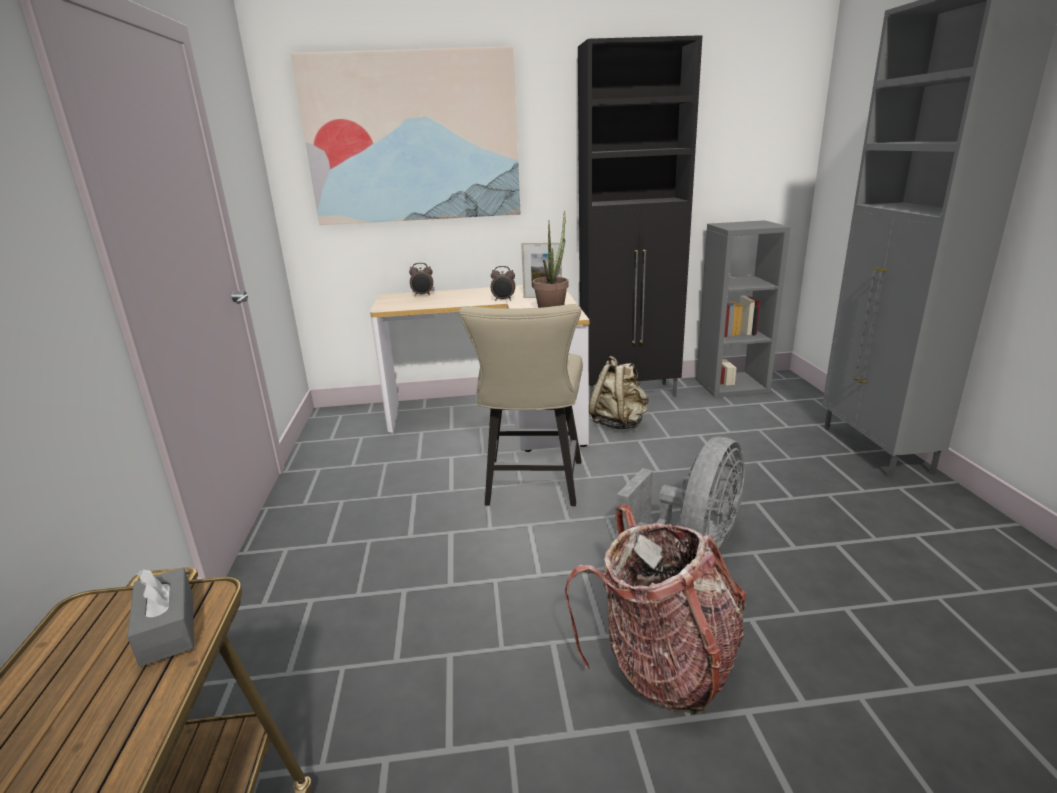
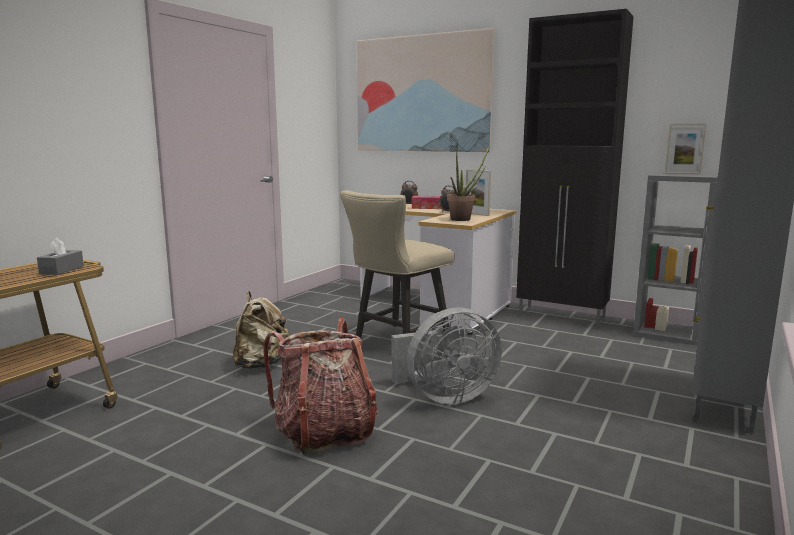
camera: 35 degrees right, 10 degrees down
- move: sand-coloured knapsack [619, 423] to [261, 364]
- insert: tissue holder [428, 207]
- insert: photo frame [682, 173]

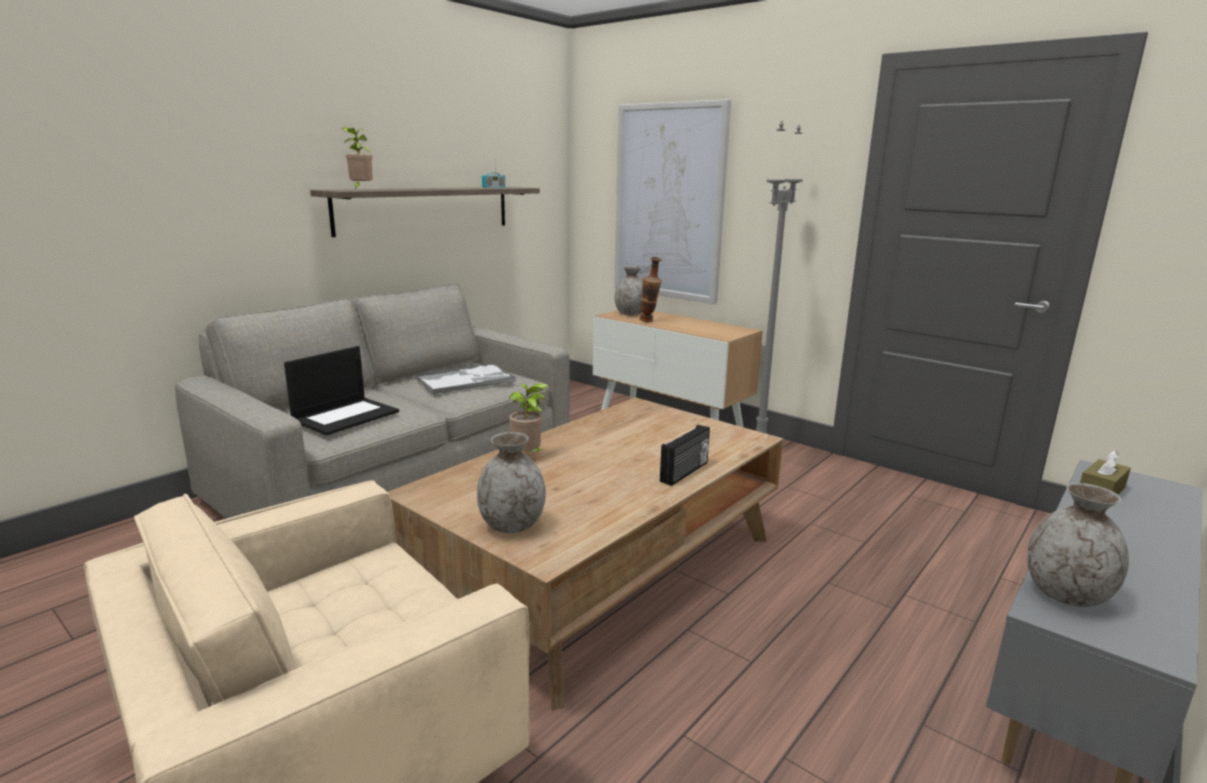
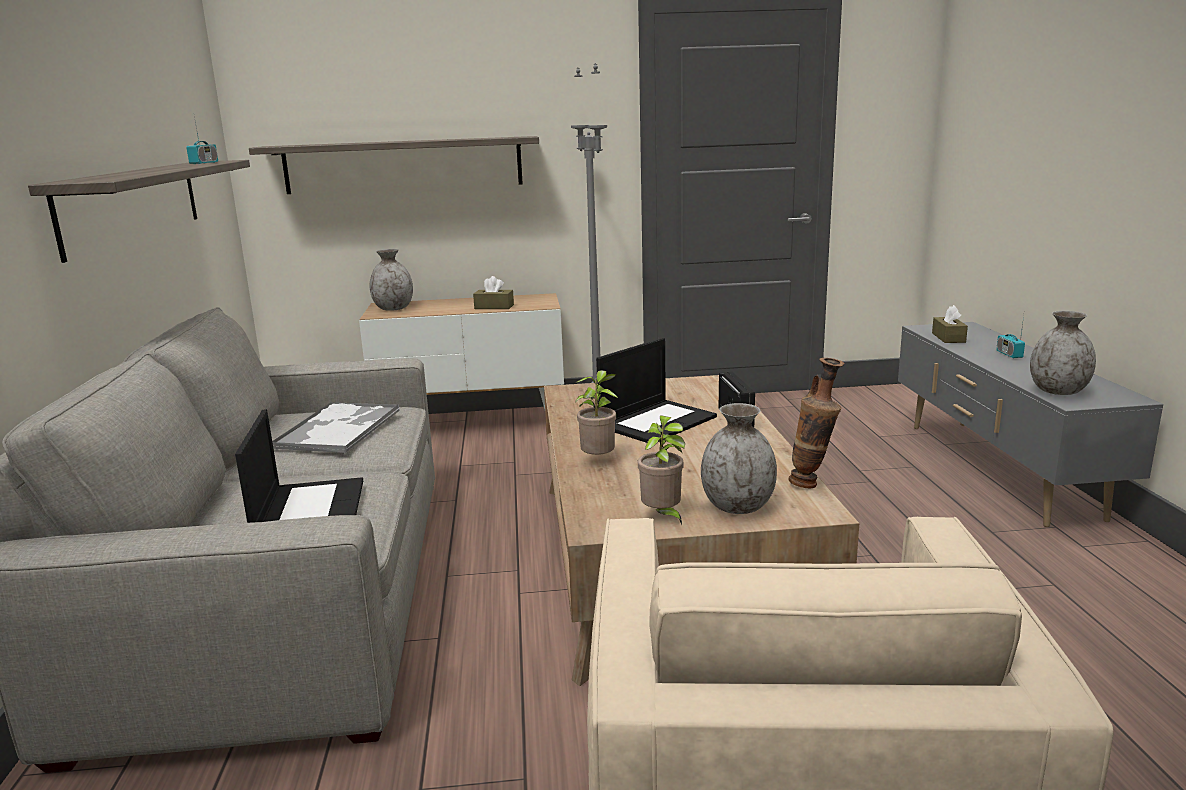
camera: 45 degrees left, 0 degrees up
- move: houseplant [360, 189] to [662, 516]
- replace: wall art [668, 202] to bracket shelf [403, 165]
- move: flower vase [649, 321] to [812, 485]
- insert: brown tissue holder [494, 307]
- insert: notebook computer [657, 421]
- insert: radio set [1009, 354]

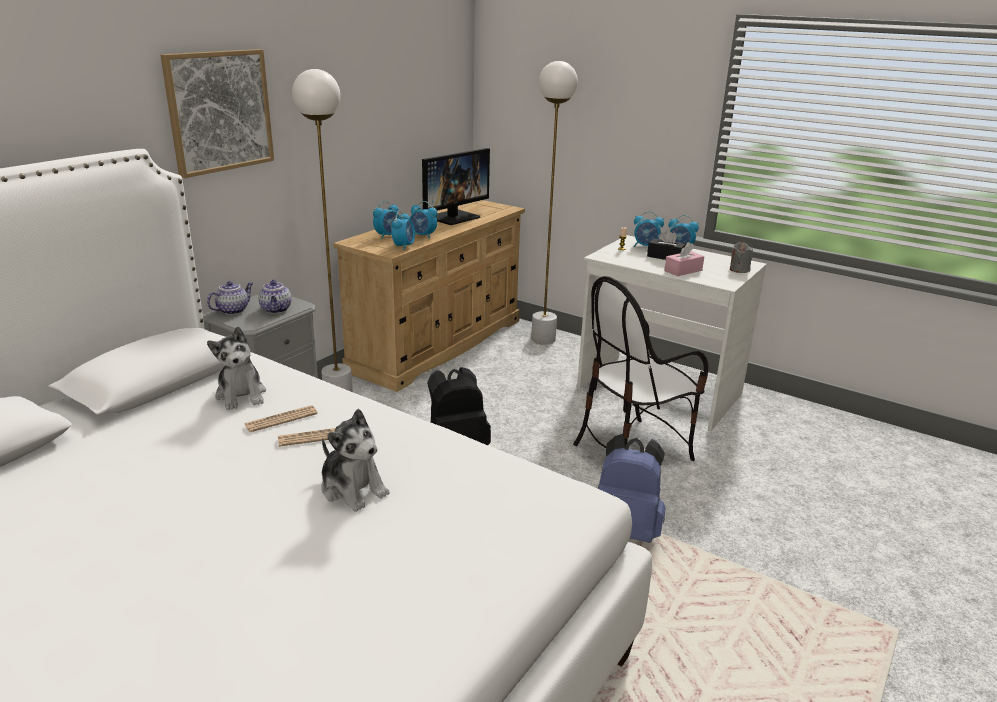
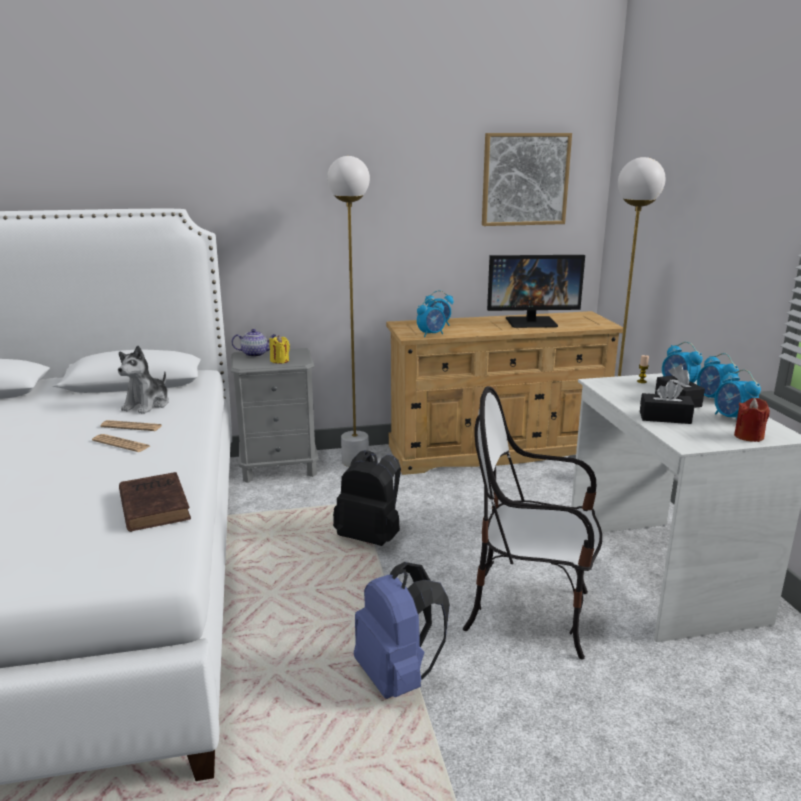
camera: 45 degrees right, 5 degrees down
- move: wall art [219, 111] to [525, 179]
- replace: pot for tea [276, 310] to yellow-coloured candle [280, 361]
- delete: plush toy [353, 489]
- move: table clock [423, 236] to [732, 419]
- recolor: pink-coloured tissue holder [683, 270] to black-coloured tissue holder [665, 417]
- recolor: grey candle [739, 270] to reddish candle [748, 436]
- insert: brown bound book [154, 505]

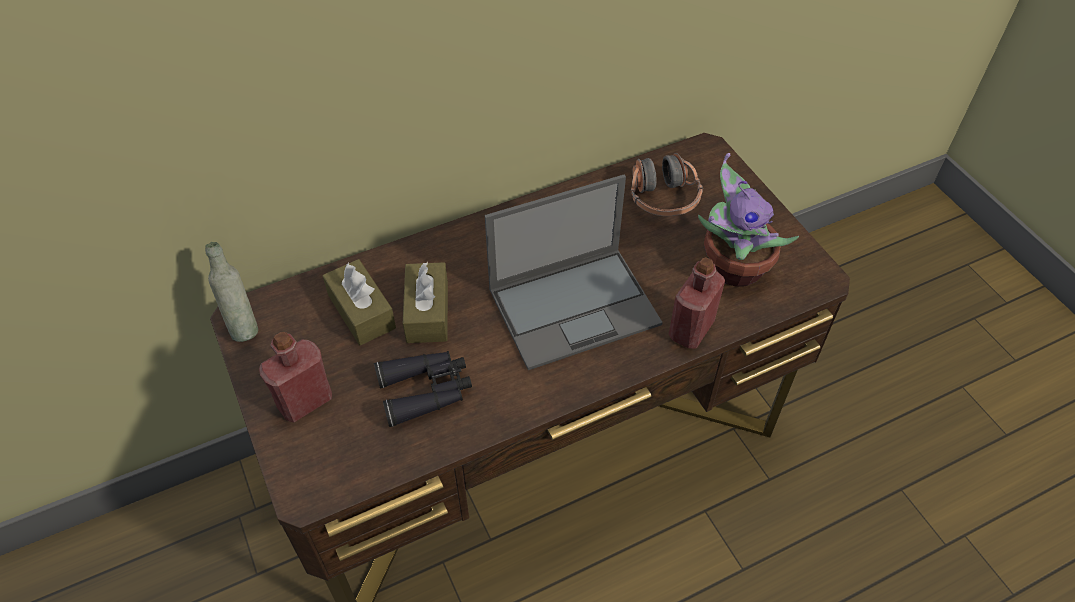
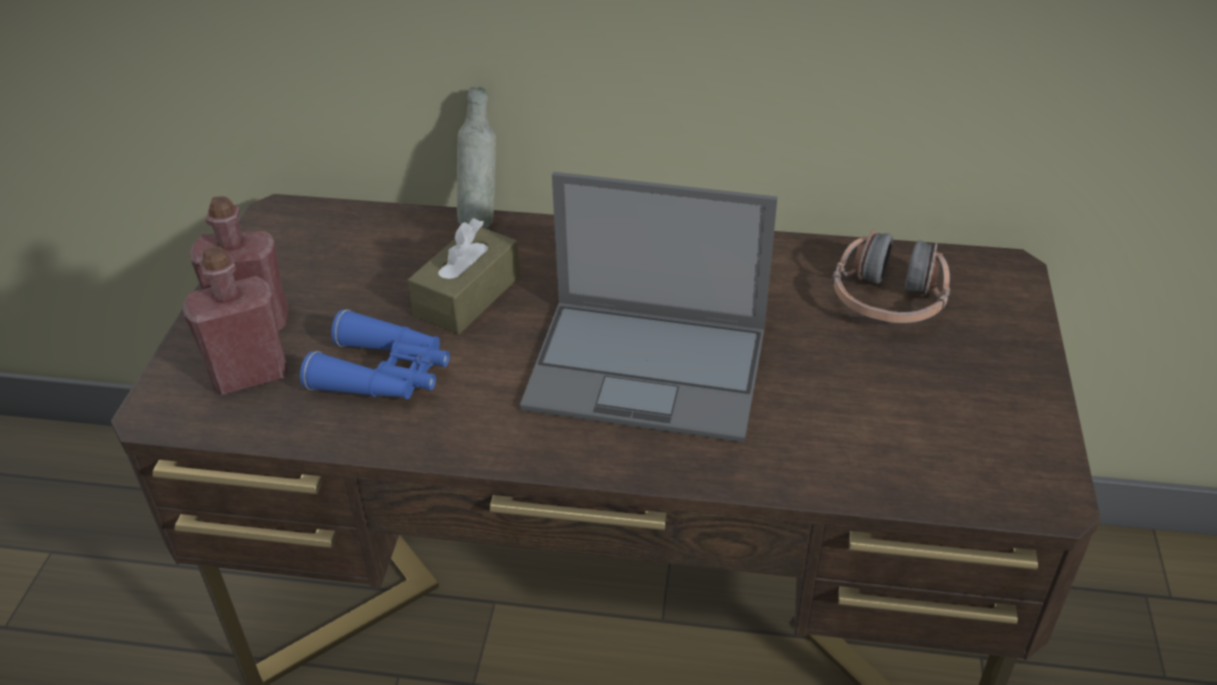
camera: 35 degrees right, 10 degrees down
- move: grey bottle [243, 326] to [481, 218]
- delete: brown tissue holder [361, 311]
- recolor: black-coloured binoculars [426, 391] to blue-coloured binoculars [384, 374]
- move: reddish bottle [691, 329] to [250, 375]
- delete: houseplant [732, 267]

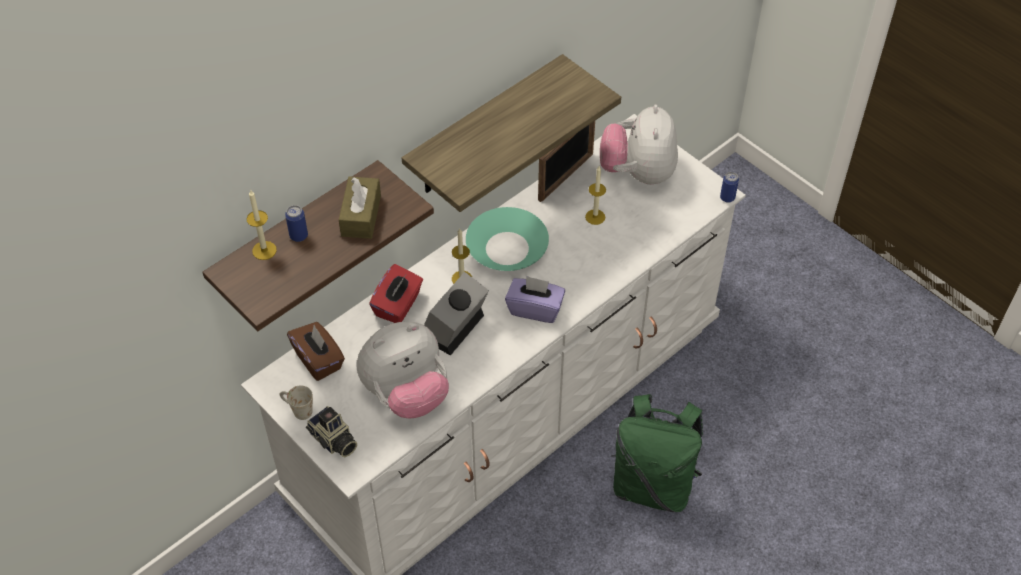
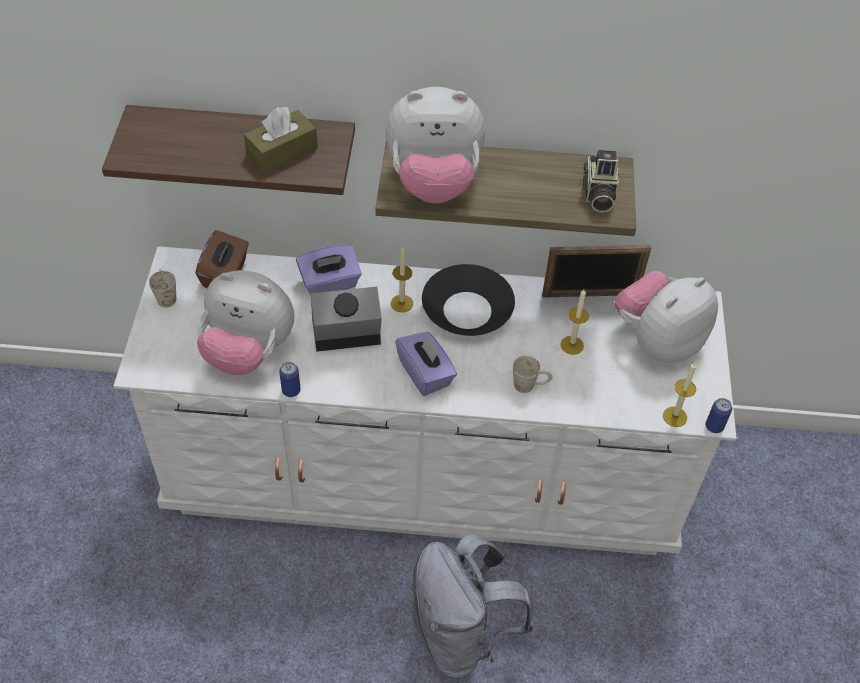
camera: 45 degrees right, 0 degrees up
- move: candle [264, 250] to [675, 417]
- move: metal can [298, 236] to [291, 390]
- move: still camera [333, 441] to [597, 194]
- recolor: reddish tissue holder [398, 305] to purplish tissue holder [330, 283]
- recolor: blue-green deep dish [507, 248] to black-coloured deep dish [467, 310]
- recolor: greenish knapsack [653, 484] to grey knapsack [461, 634]
- insert: plush toy [434, 183]
- insert: white coffee mug [530, 385]

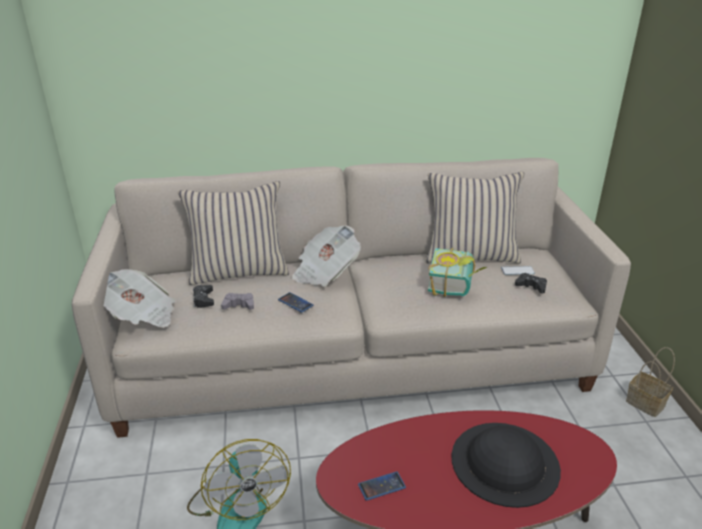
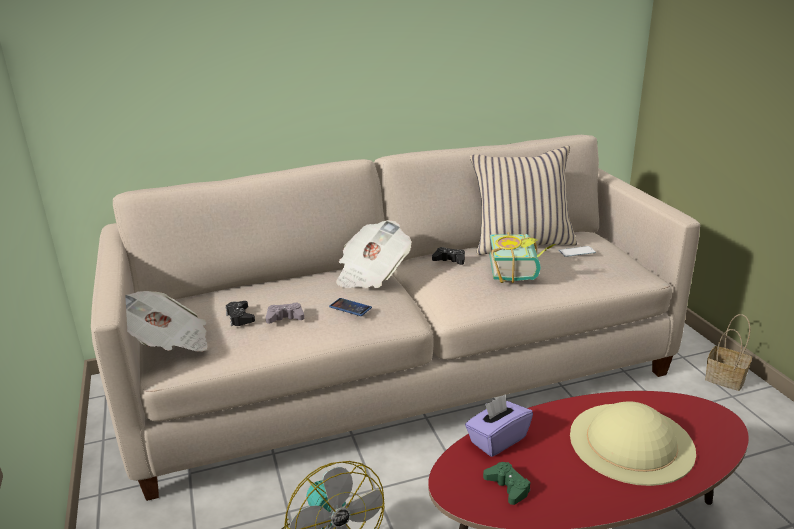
camera: 10 degrees left, 5 degrees down
- delete: sand-coloured throw pillow [238, 272]
- replace: handset [381, 486] to greenish game controller [508, 487]
- recolor: black-coloured wearable hat [505, 462] to sand-coloured wearable hat [631, 442]
- move: black-coloured game controller [531, 286] to [449, 260]
- insert: purplish tissue holder [497, 440]

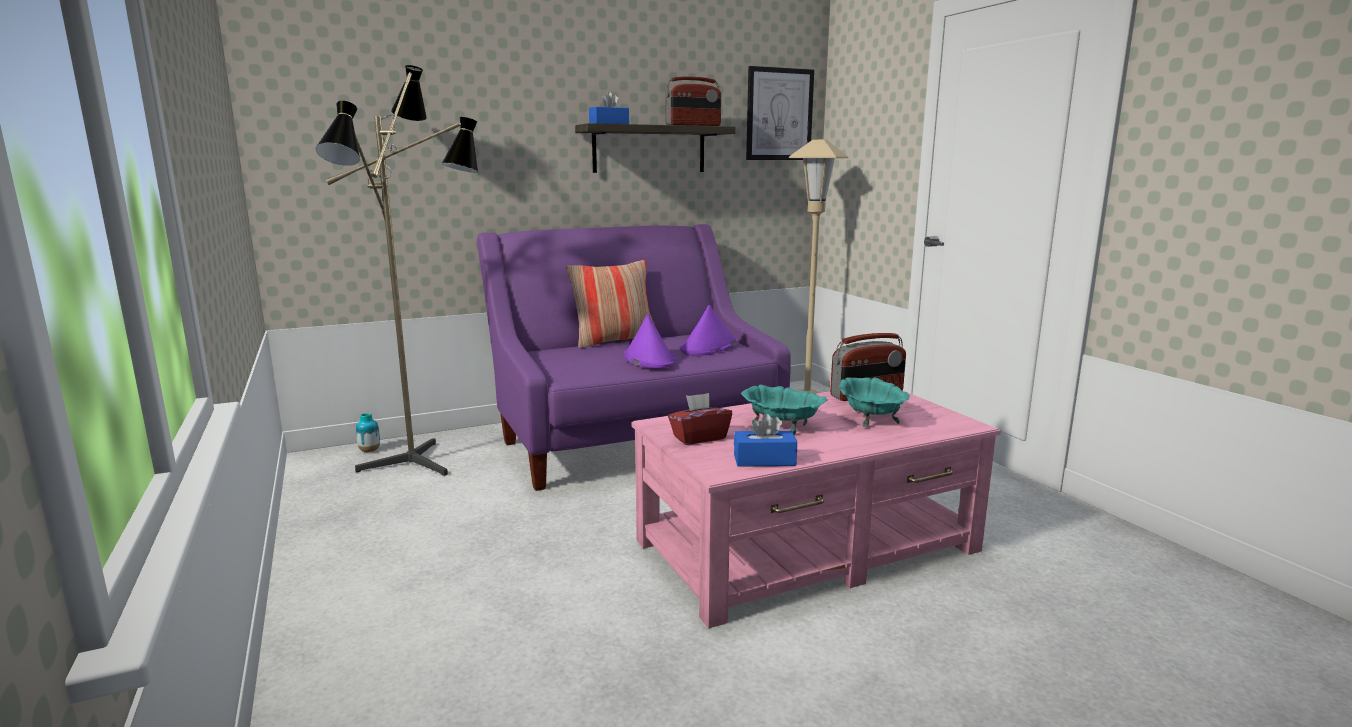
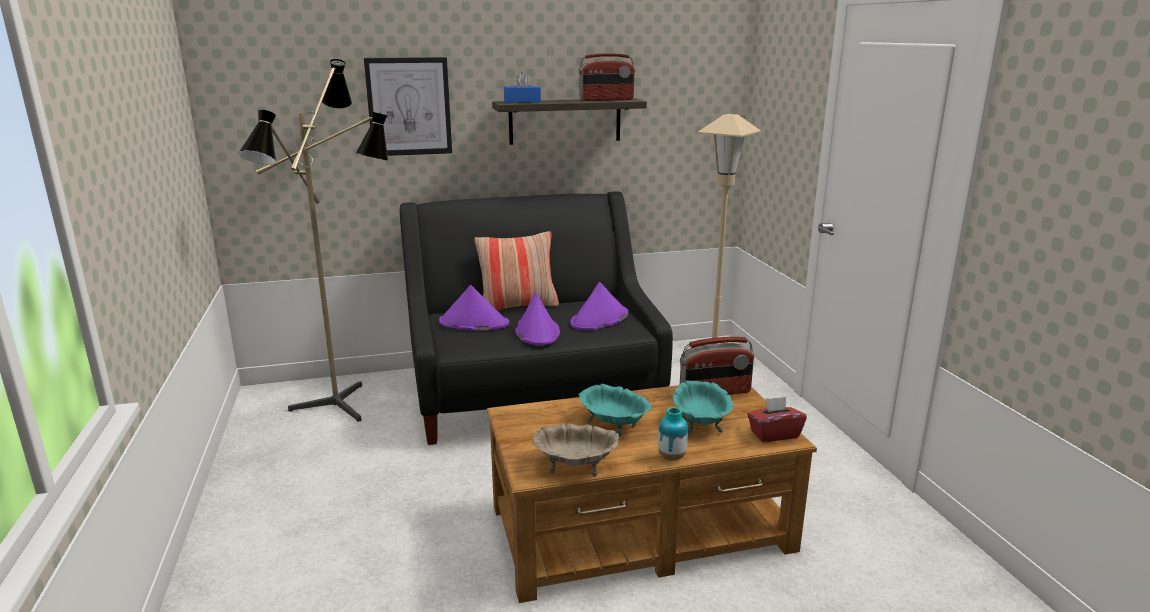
camera: 10 degrees right, 5 degrees up
- move: flower vase [369, 450] to [671, 457]
- recolor: purplish settee [634, 438] to black-coloured settee [533, 394]
- recolor: pink-coloured low table [809, 546] to brown low table [641, 529]
- move: reddish tissue holder [699, 437] to [774, 434]
- replace: blue-coloured tissue holder [764, 460] to sand-coloured deep dish [576, 465]
- move: wall art [779, 114] to [409, 106]
- insert: purplish wearable hat [473, 323]

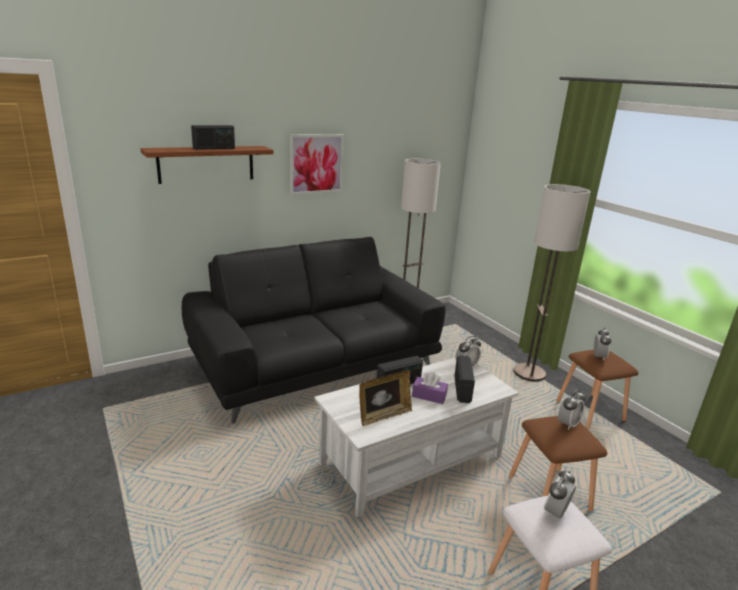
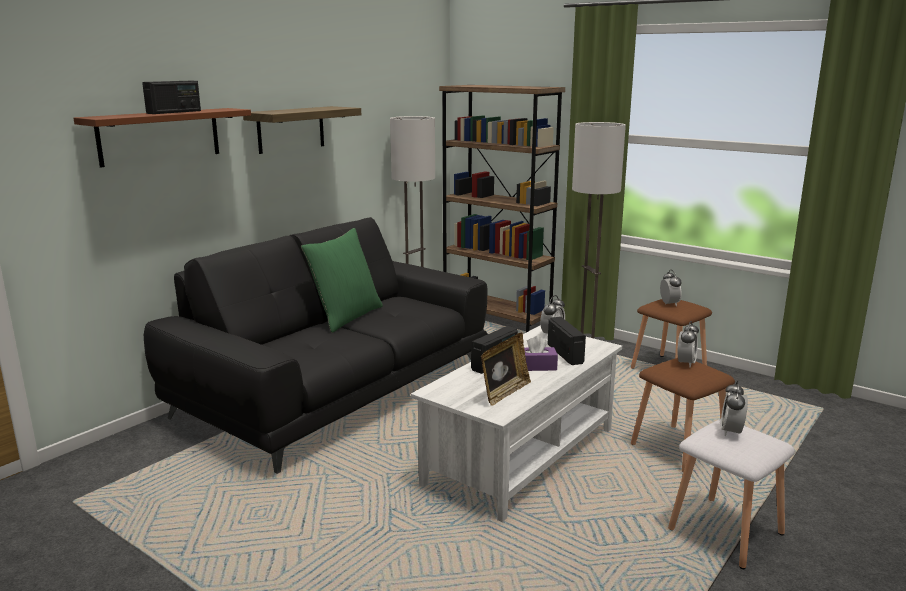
camera: 20 degrees left, 5 degrees down
- replace: wall art [316, 164] to bracket shelf [291, 129]
- insert: greenish throw pillow [346, 317]
- insert: brown bookshelf [496, 320]

